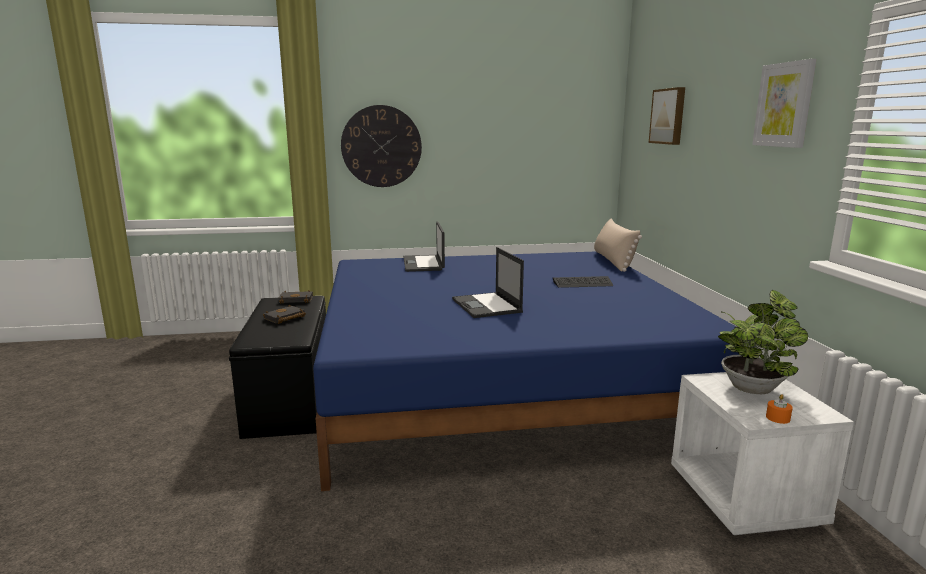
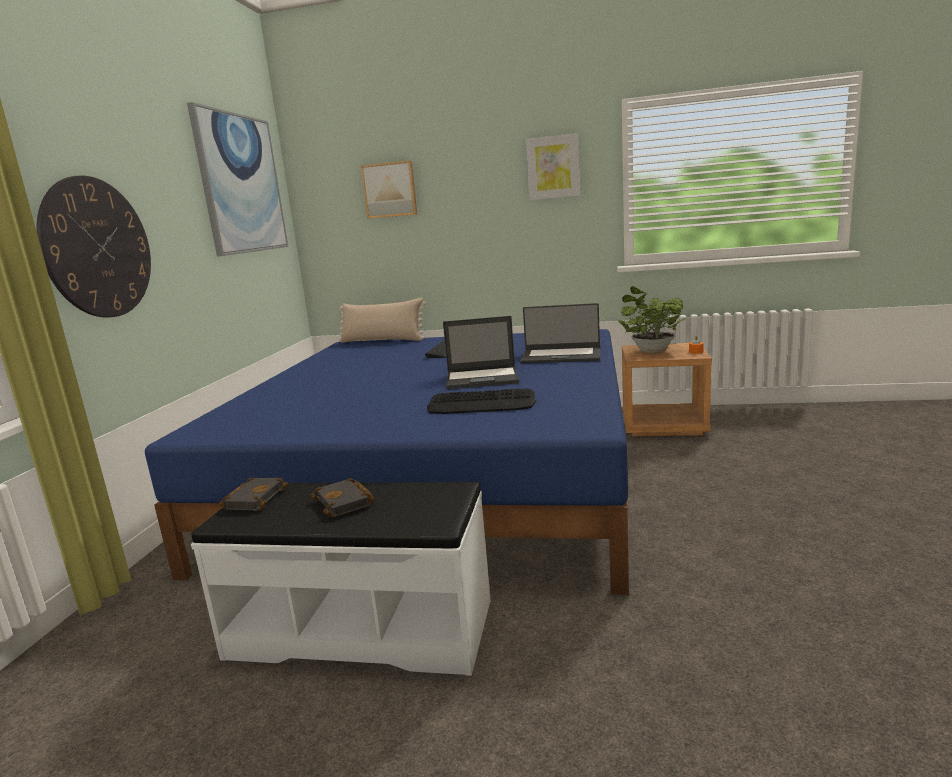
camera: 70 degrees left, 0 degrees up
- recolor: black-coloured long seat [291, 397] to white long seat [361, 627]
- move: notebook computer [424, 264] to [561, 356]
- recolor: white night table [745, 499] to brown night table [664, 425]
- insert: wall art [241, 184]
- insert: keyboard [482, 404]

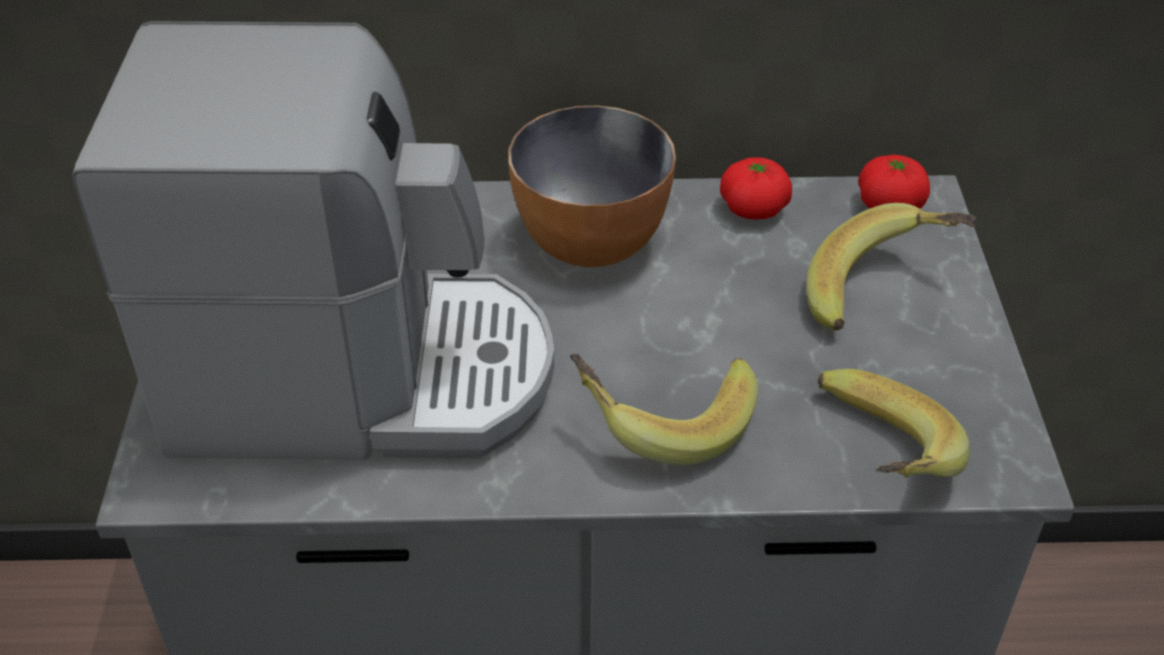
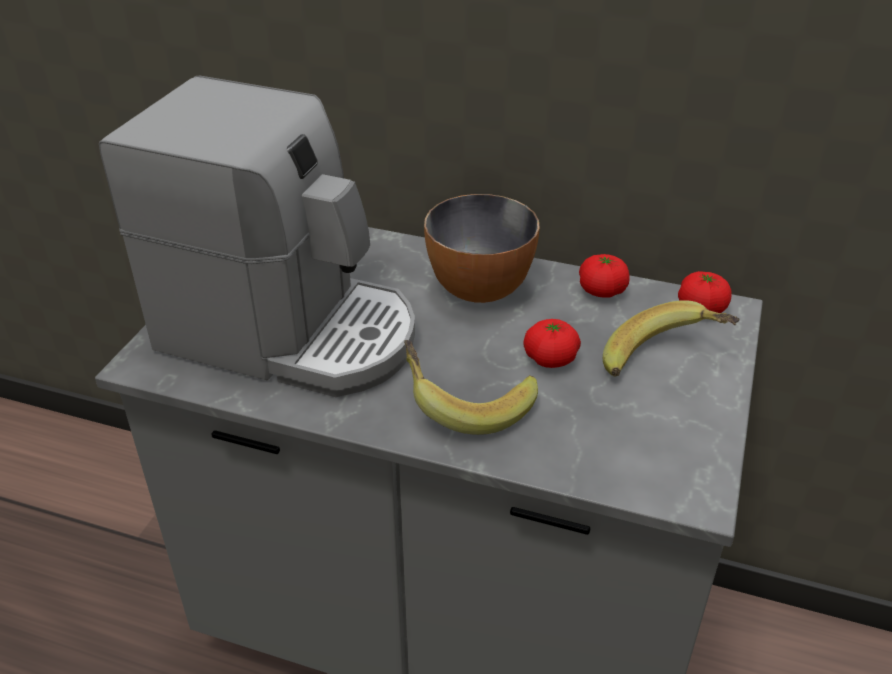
camera: 20 degrees right, 5 degrees down
- delete: banana [872, 460]
- insert: whole tomato [550, 359]

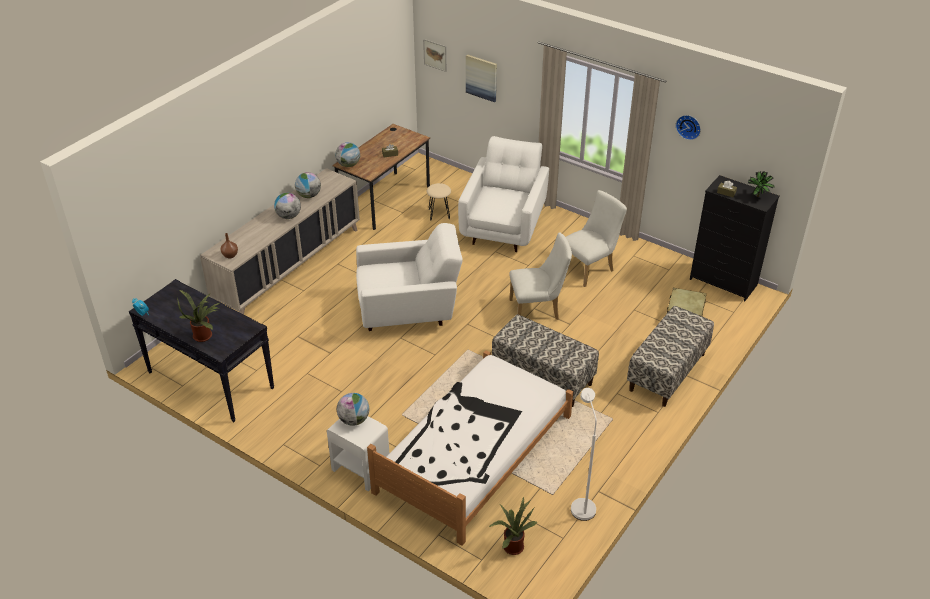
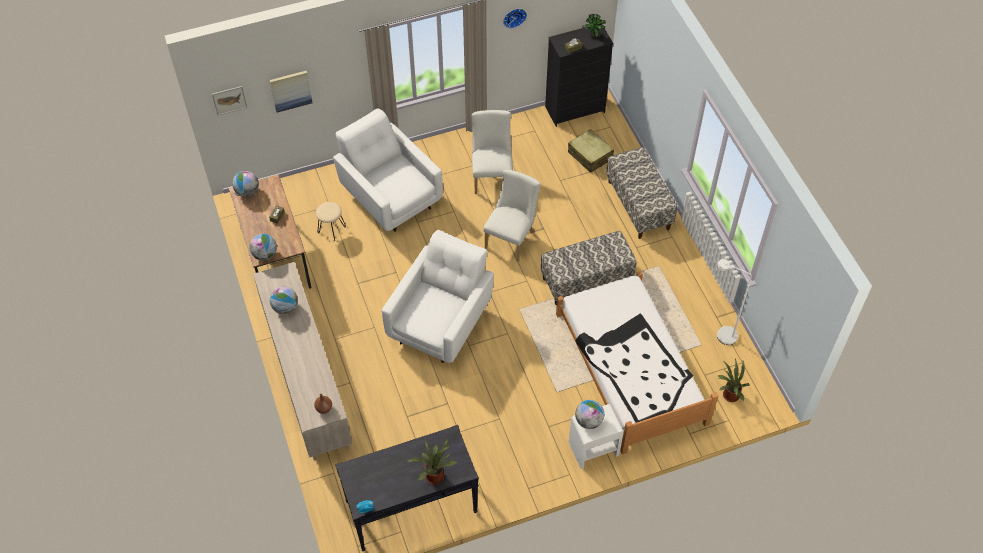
camera: 55 degrees left, 15 degrees up
- move: globe [288, 216] to [247, 192]

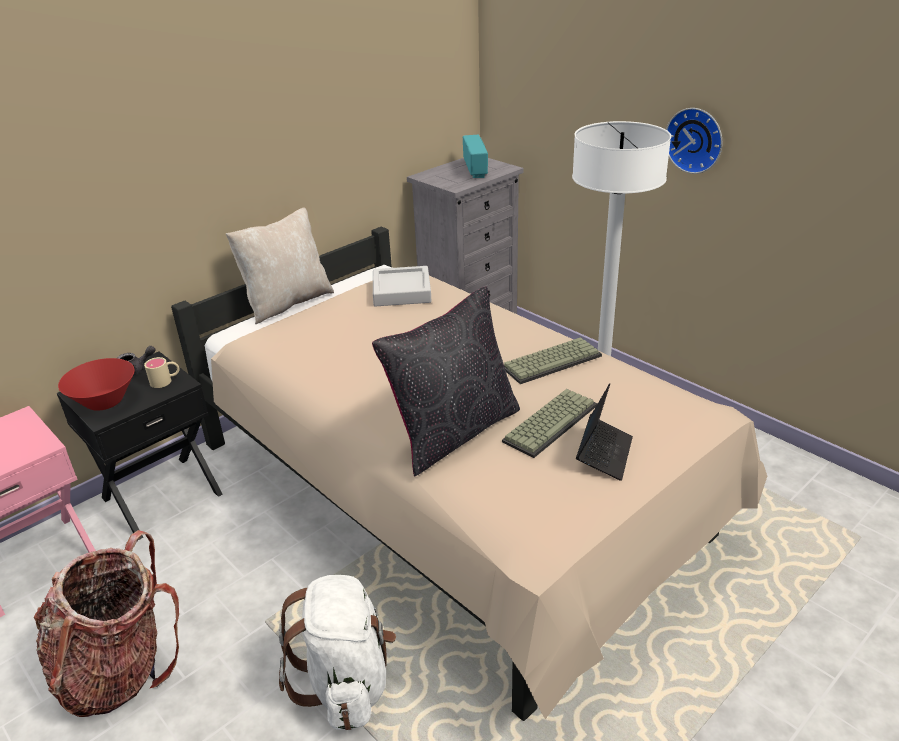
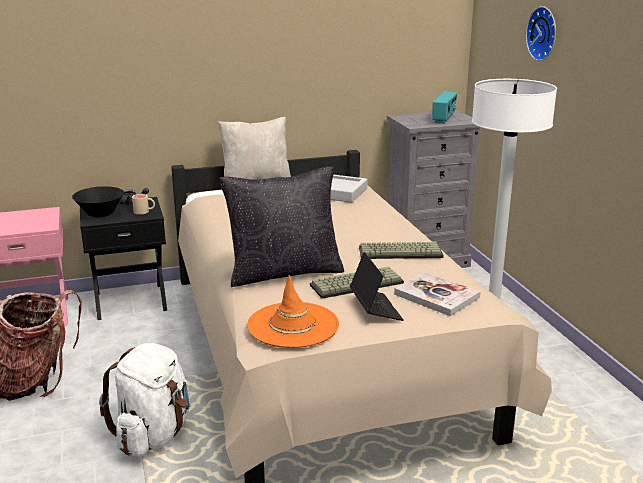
camera: 25 degrees right, 10 degrees down
- recolor: reddish deep dish [104, 402] to black-coloured deep dish [100, 214]
- rotate: notebook computer [604, 454] = [375, 309] 60 degrees counterclockwise
- move: clock on the wall [695, 139] to [544, 33]
- insert: orange wearable hat [293, 325]
- insert: bound book [436, 296]

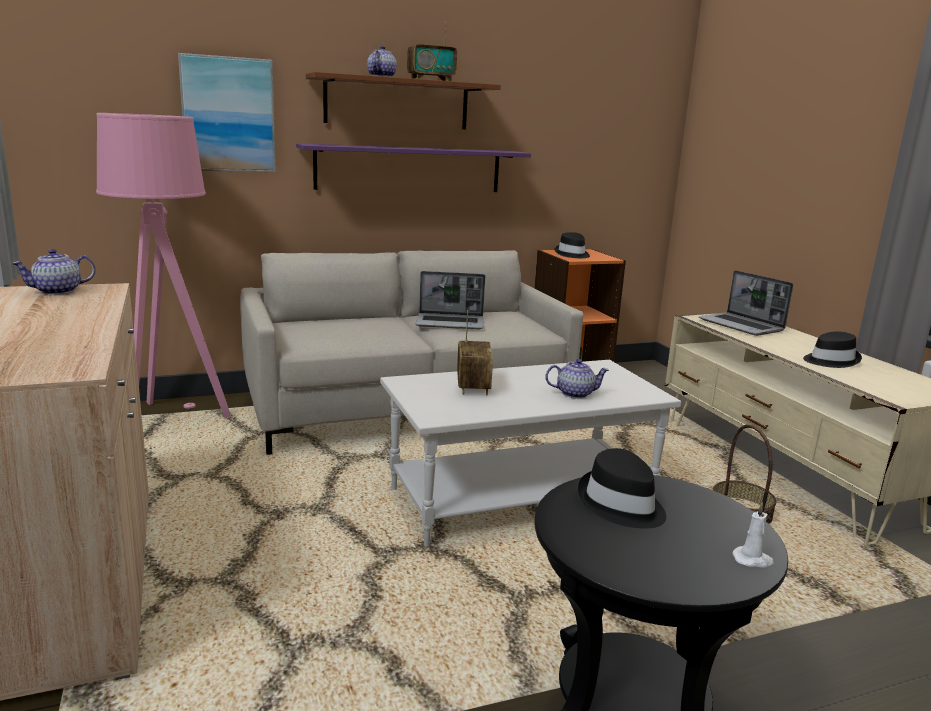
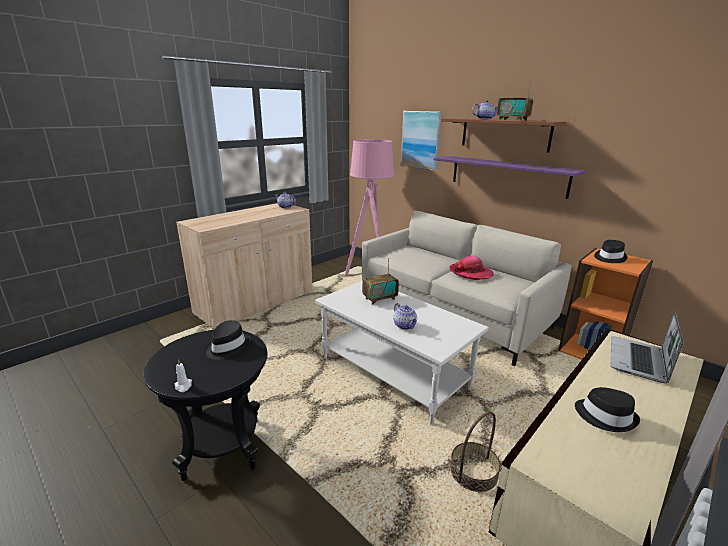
camera: 65 degrees right, 5 degrees up
- replace: notebook computer [451, 323] to wearable hat [471, 273]

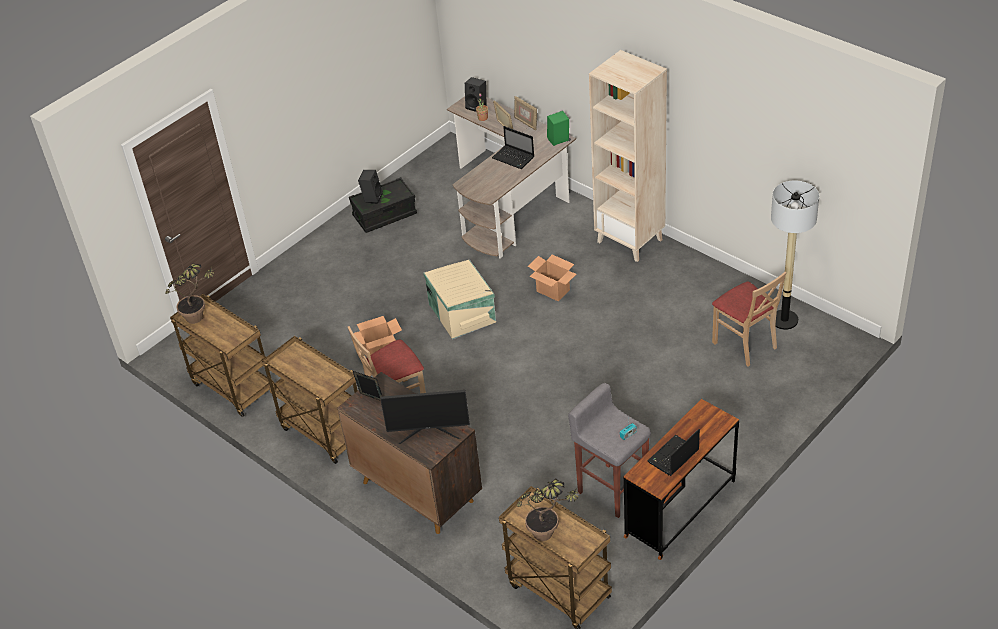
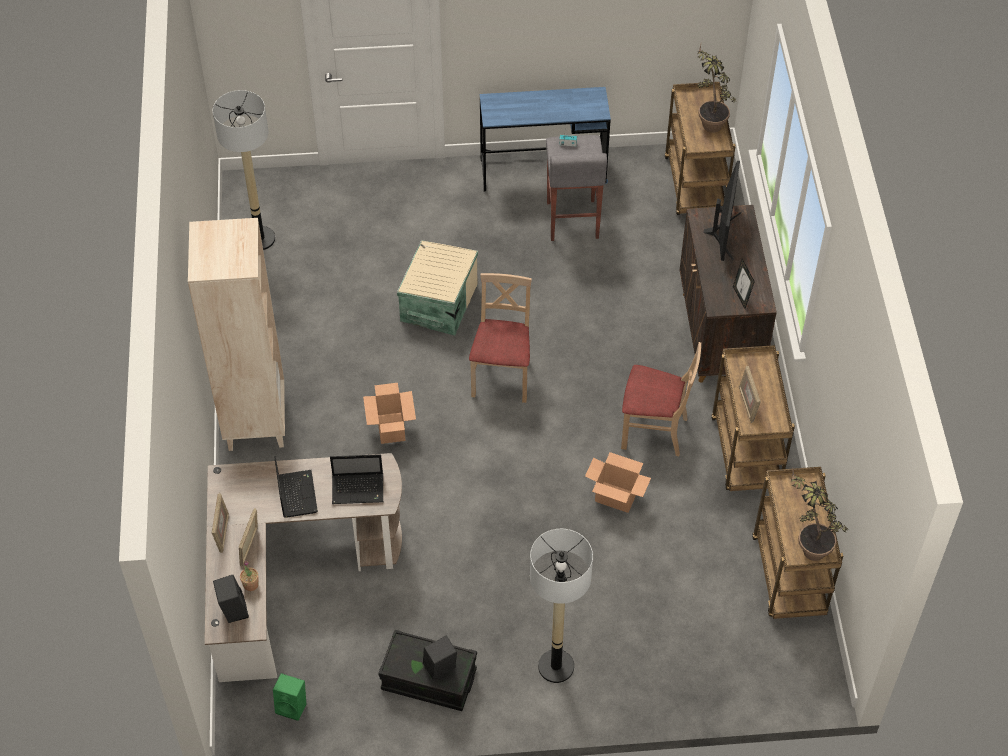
camera: 140 degrees left, 10 degrees up
- rotate: monitor [429, 431] = [723, 233] 60 degrees clockwise
- move: sand-coloured storage box [462, 312] to [437, 303]
- move: greenish audio speaker [558, 141] to [293, 706]
- recolor: brown desk unit [680, 509] to blue-coloured desk unit [543, 171]
- move: notebook computer [673, 457] to [359, 489]
- move: sand-coloured chair [745, 344] to [502, 377]
- insert: standard lamp [555, 666]
- insert: photo frame [747, 404]

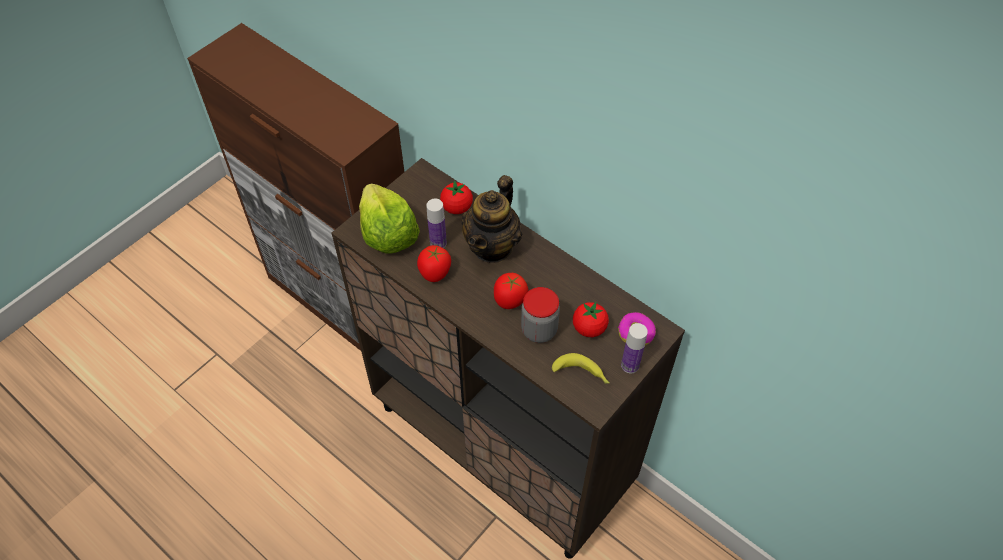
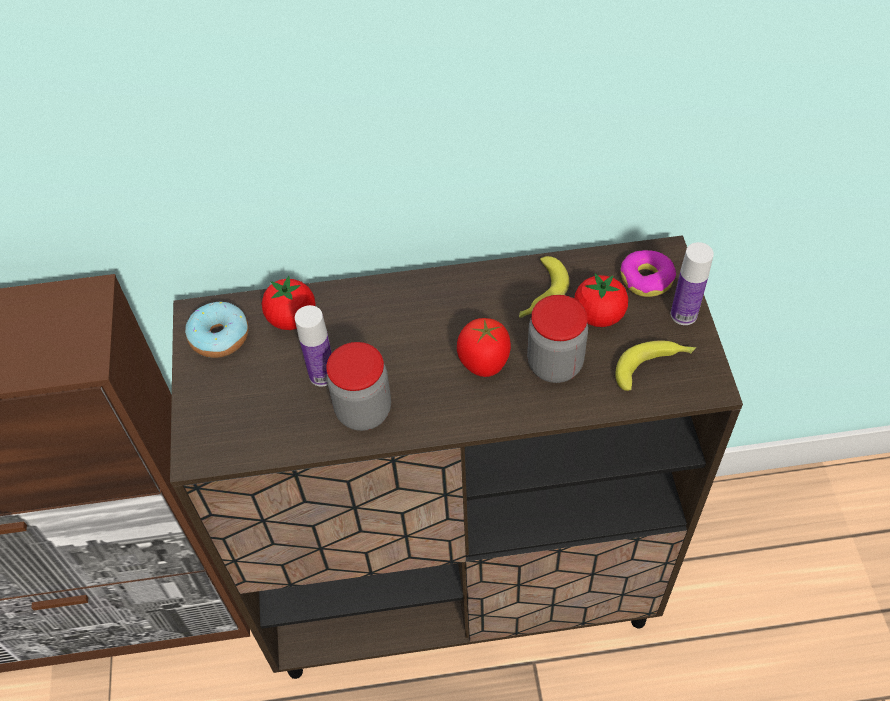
camera: 45 degrees left, 0 degrees up
- delete: lettuce [387, 234]
- replace: whole tomato [435, 273] to preserve jar [363, 410]
- delete: pot for tea [492, 246]
- insert: ring doughnut [220, 337]
- insert: banana [540, 295]

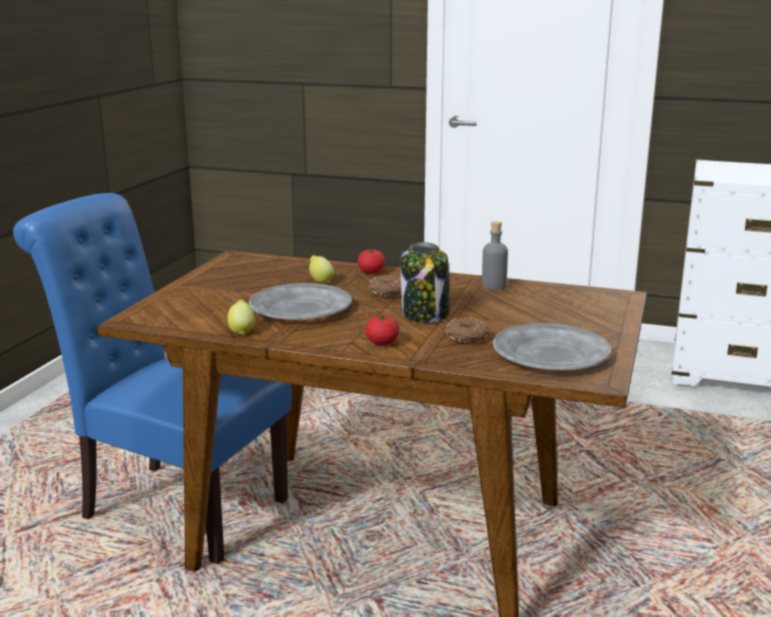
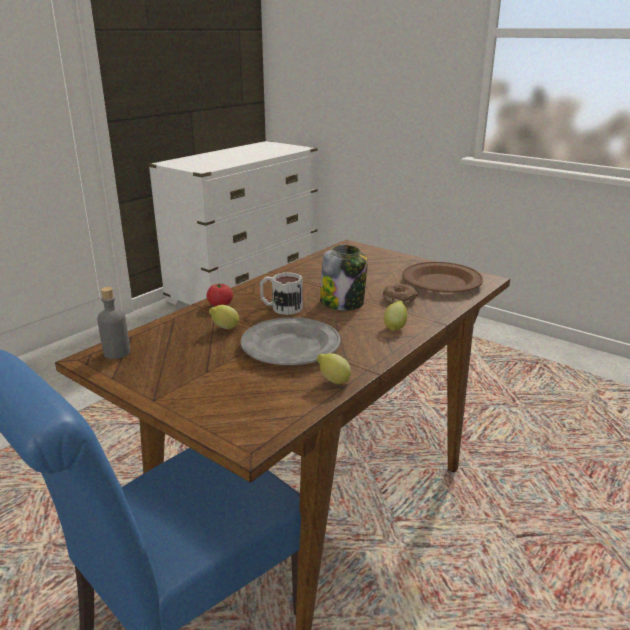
camera: 70 degrees left, 5 degrees up
- replace: whole tomato [382, 343] to citrus fruit [395, 327]
- replace: ring doughnut [387, 293] to coffee mug [281, 307]
- move: grey bottle [493, 286] to [117, 353]
- recolor: grey flat dish [550, 354] to brown flat dish [442, 282]

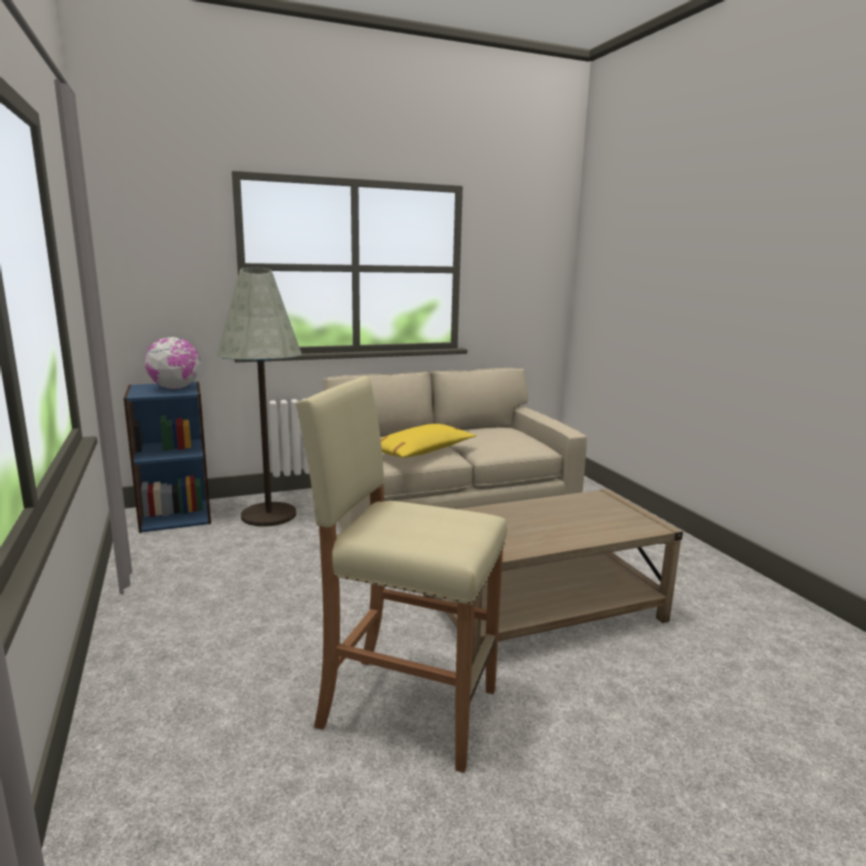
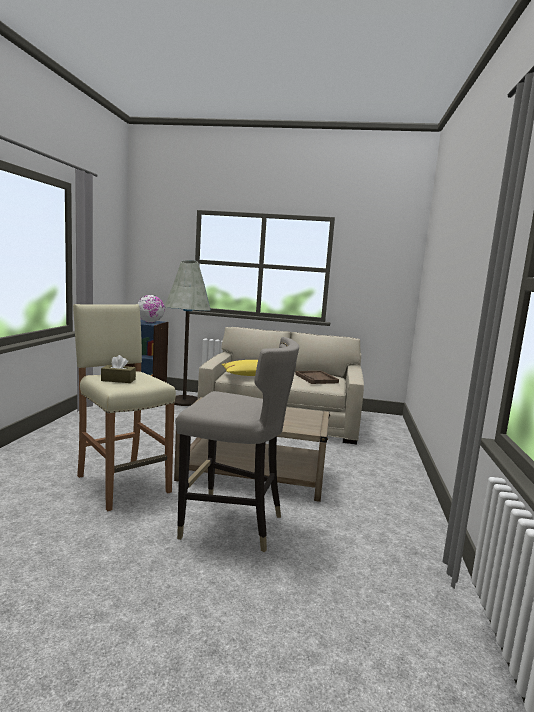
camera: 30 degrees right, 5 degrees down
- insert: brown tissue holder [118, 380]
- insert: grey stool seat [233, 525]
- insert: brown tray [316, 378]

